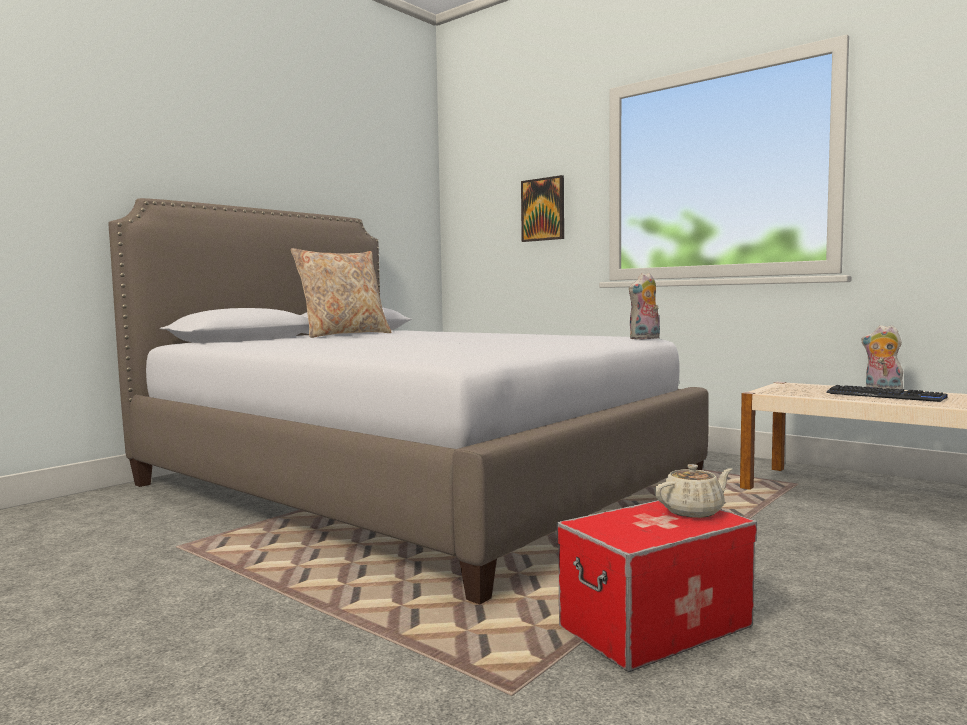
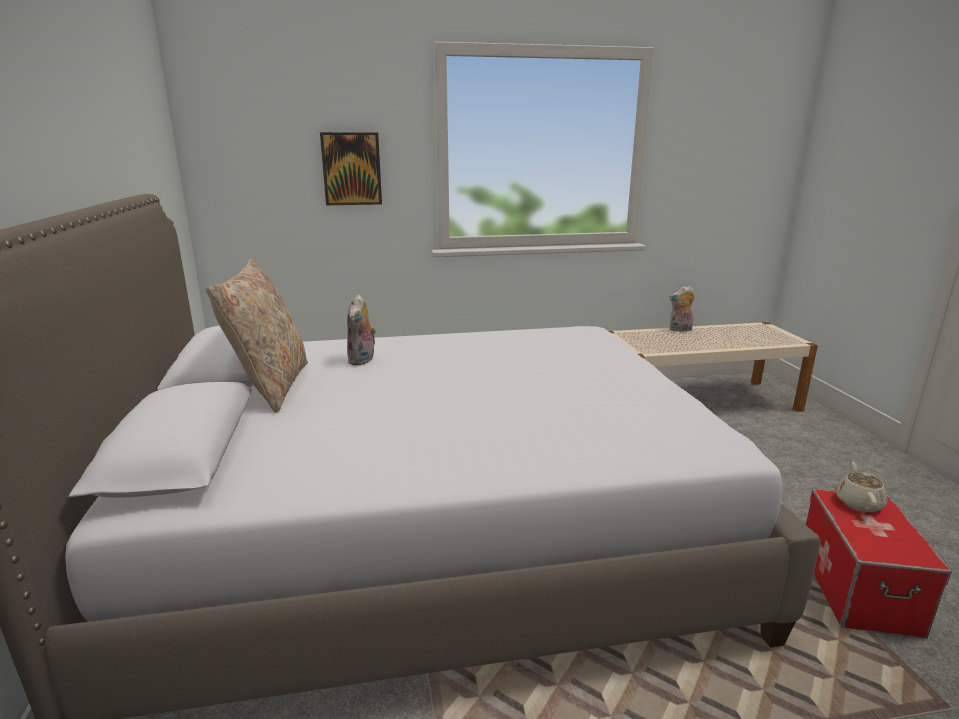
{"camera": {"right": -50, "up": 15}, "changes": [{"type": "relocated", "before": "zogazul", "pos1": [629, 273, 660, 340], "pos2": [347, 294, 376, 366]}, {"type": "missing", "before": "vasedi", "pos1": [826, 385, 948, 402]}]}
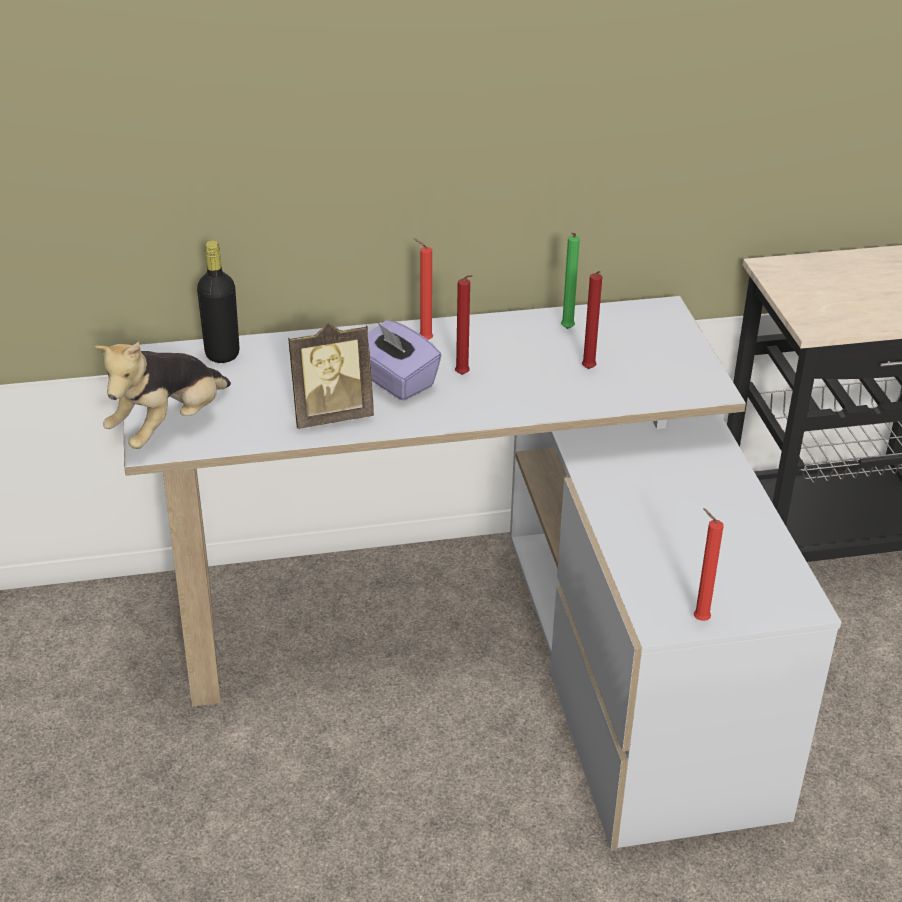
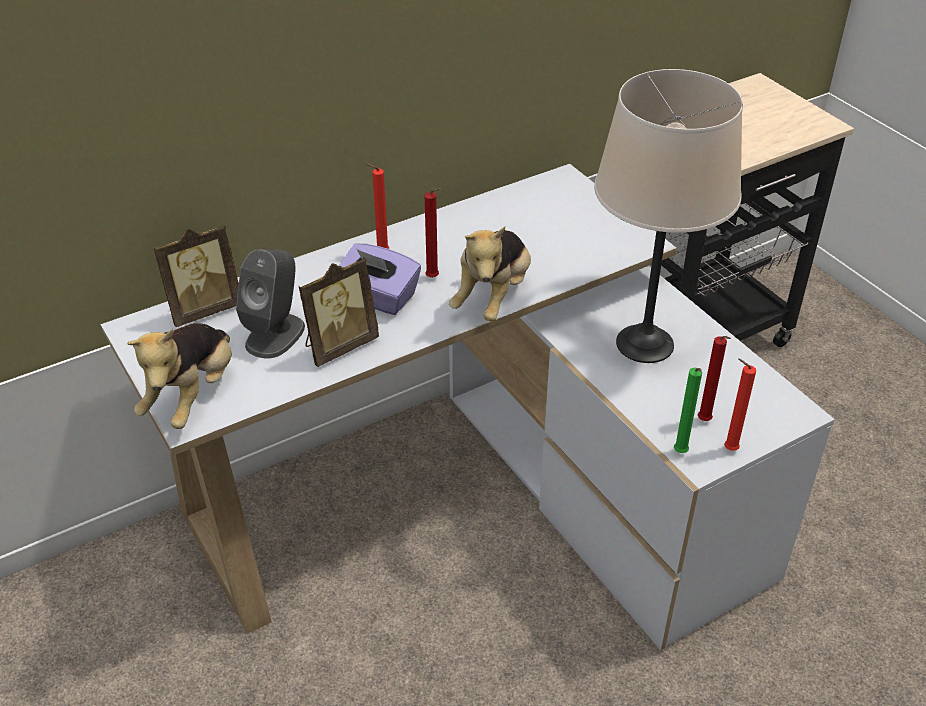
{"camera": {"right": -20, "up": 5}, "changes": [{"type": "exchanged", "before": "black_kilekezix", "after": "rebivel", "pos1": [197, 240, 239, 363], "pos2": [153, 225, 239, 327]}, {"type": "appeared", "after": "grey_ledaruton", "pos2": [236, 249, 305, 359]}, {"type": "appeared", "after": "zogazul", "pos2": [449, 226, 531, 322]}, {"type": "appeared", "after": "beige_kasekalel", "pos2": [594, 69, 743, 363]}, {"type": "relocated", "before": "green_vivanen", "pos1": [561, 232, 580, 329], "pos2": [674, 368, 702, 453]}, {"type": "relocated", "before": "red_vivanen", "pos1": [582, 271, 602, 369], "pos2": [698, 336, 731, 421]}]}
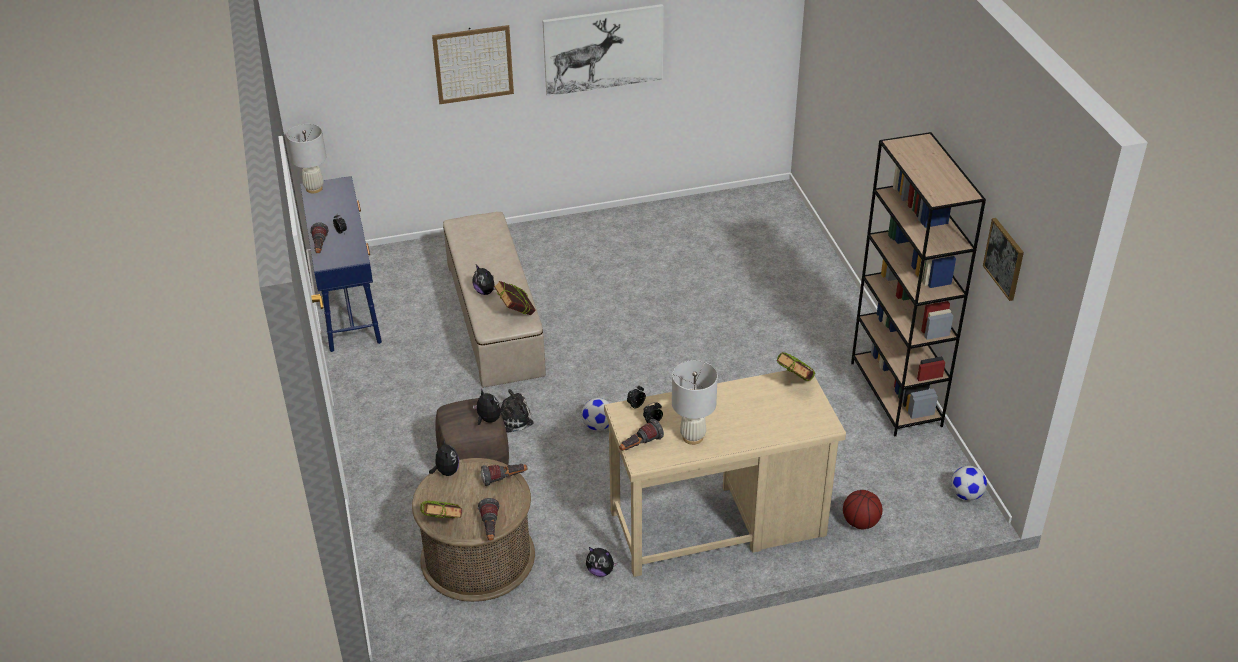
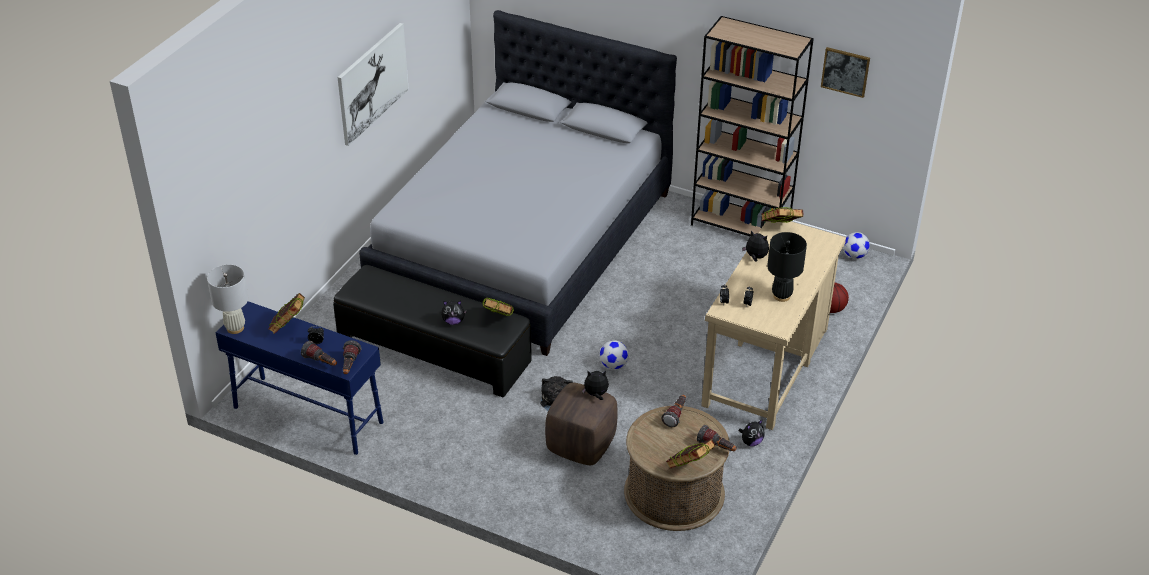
{"camera": {"right": -50, "up": 0}, "changes": [{"type": "appeared", "after": "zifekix", "pos2": [268, 293, 305, 334]}, {"type": "colour", "before": "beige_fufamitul", "after": "black_fufamitul", "pos1": [443, 212, 546, 388], "pos2": [333, 265, 532, 397]}, {"type": "relocated", "before": "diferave", "pos1": [619, 419, 664, 451], "pos2": [342, 340, 361, 374]}, {"type": "appeared", "after": "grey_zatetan", "pos2": [359, 10, 677, 356]}, {"type": "relocated", "before": "zogazul", "pos1": [429, 439, 459, 476], "pos2": [742, 231, 769, 262]}, {"type": "colour", "before": "white_kasekalel", "after": "black_kasekalel", "pos1": [672, 360, 718, 445], "pos2": [767, 232, 807, 302]}, {"type": "missing", "before": "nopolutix", "pos1": [432, 25, 514, 104]}]}
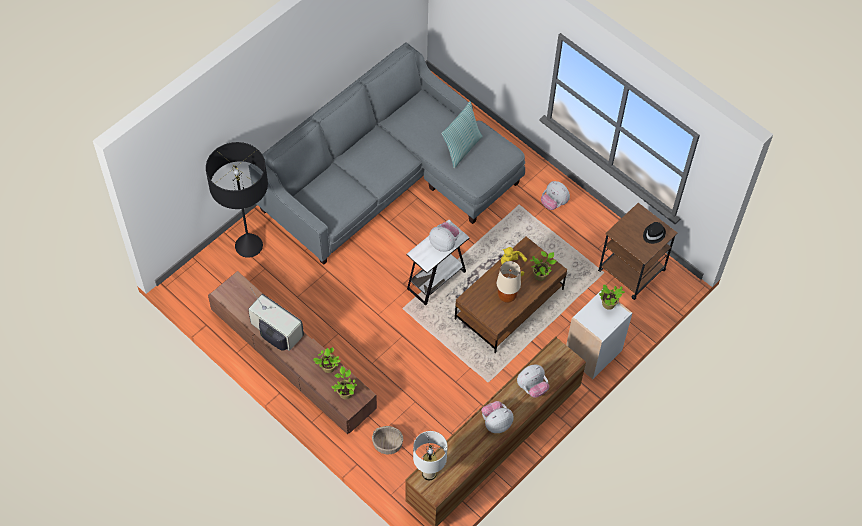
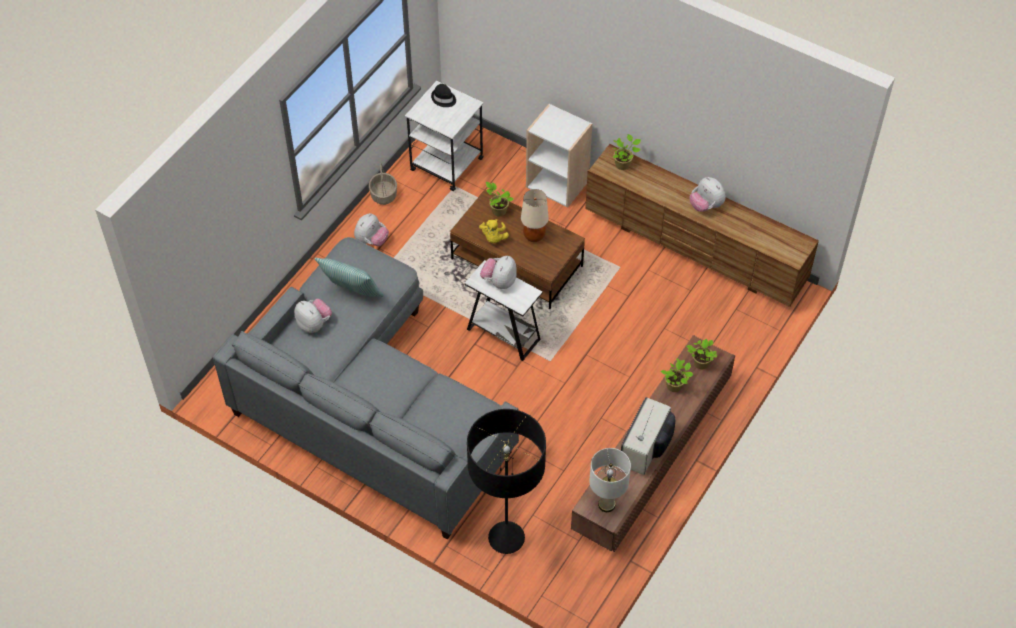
{"camera": {"right": -100, "up": -5}, "changes": [{"type": "relocated", "before": "zogazul", "pos1": [517, 364, 549, 398], "pos2": [294, 299, 332, 333]}, {"type": "relocated", "before": "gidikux", "pos1": [372, 426, 403, 454], "pos2": [369, 163, 397, 205]}, {"type": "colour", "before": "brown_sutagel", "after": "white_sutagel", "pos1": [598, 203, 678, 300], "pos2": [405, 81, 484, 191]}, {"type": "relocated", "before": "white_kasekalel", "pos1": [413, 431, 448, 480], "pos2": [589, 448, 631, 512]}, {"type": "relocated", "before": "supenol", "pos1": [599, 284, 625, 310], "pos2": [613, 134, 641, 170]}]}
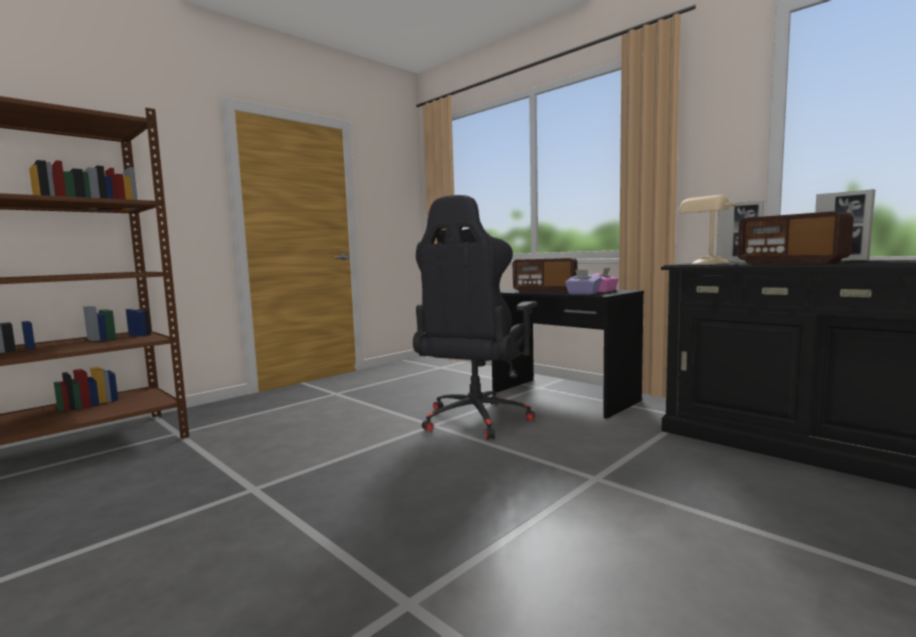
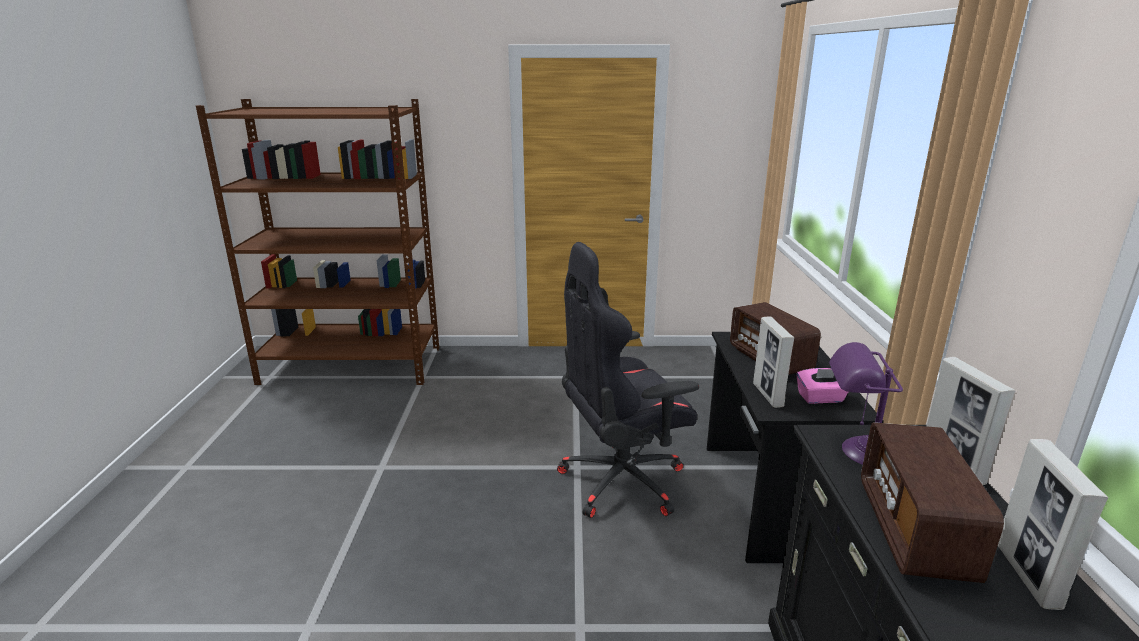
{"camera": {"right": 45, "up": 15}, "changes": [{"type": "exchanged", "before": "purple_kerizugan", "after": "rebivel", "pos1": [565, 270, 601, 295], "pos2": [753, 317, 794, 408]}, {"type": "colour", "before": "beige_kasekalel", "after": "purple_kasekalel", "pos1": [678, 195, 738, 264], "pos2": [829, 342, 903, 465]}]}
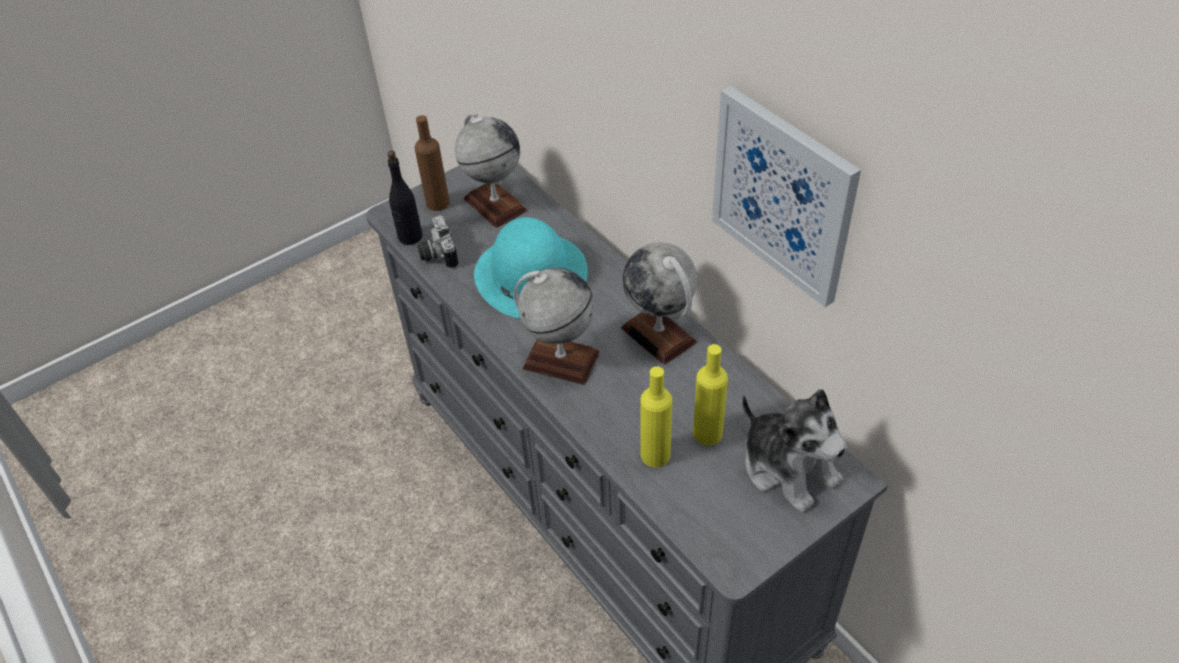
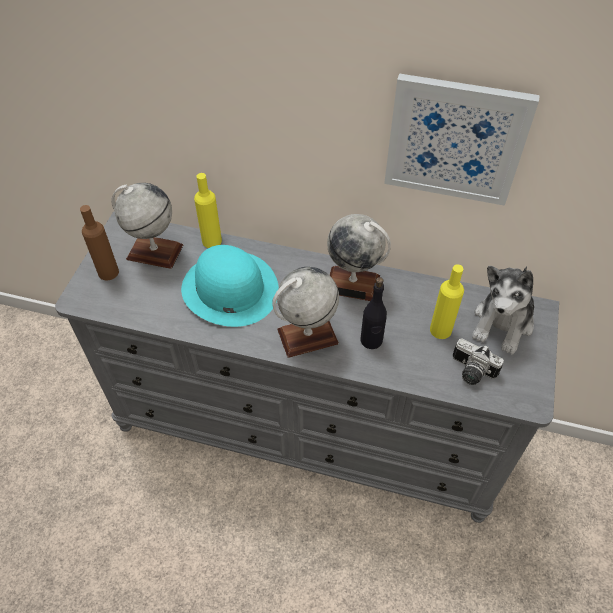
{"camera": {"right": -40, "up": 5}, "changes": [{"type": "relocated", "before": "yellow_kilekezix", "pos1": [640, 366, 672, 467], "pos2": [194, 173, 222, 248]}, {"type": "relocated", "before": "black_kilekezix", "pos1": [387, 151, 422, 245], "pos2": [361, 277, 387, 349]}, {"type": "relocated", "before": "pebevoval", "pos1": [417, 215, 459, 269], "pos2": [453, 339, 504, 385]}, {"type": "spun", "before": "zogazul", "pos1": [742, 389, 847, 513], "pos2": [472, 266, 534, 355], "turn": 105}]}
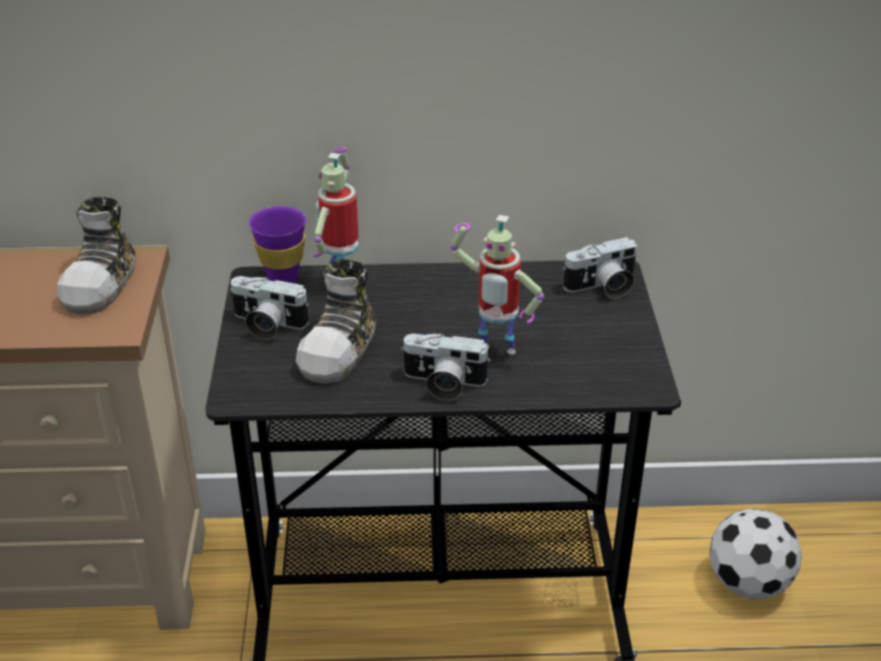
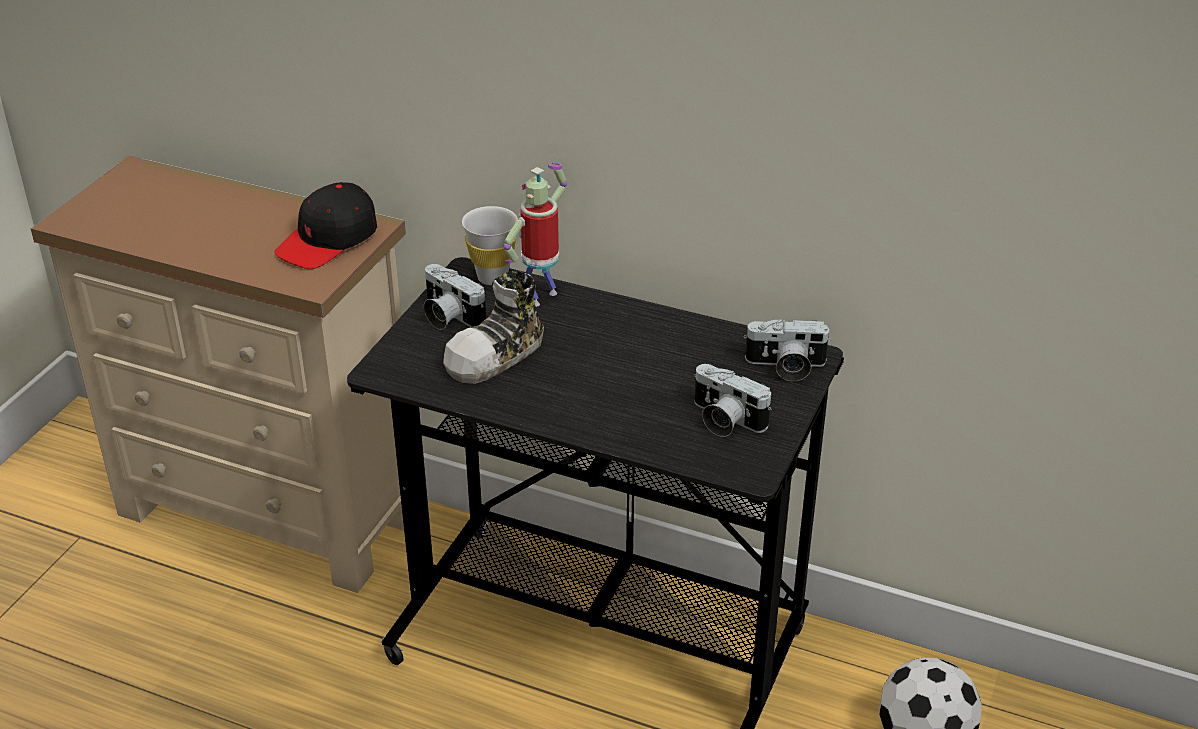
{"camera": {"right": 25, "up": 0}, "changes": [{"type": "exchanged", "before": "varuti", "after": "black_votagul", "pos1": [57, 197, 136, 315], "pos2": [274, 182, 377, 269]}, {"type": "colour", "before": "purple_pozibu", "after": "white_pozibu", "pos1": [249, 206, 306, 283], "pos2": [462, 206, 518, 285]}, {"type": "relocated", "before": "pebevoval", "pos1": [401, 333, 491, 400], "pos2": [694, 364, 771, 437]}, {"type": "missing", "before": "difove", "pos1": [450, 215, 544, 355]}]}
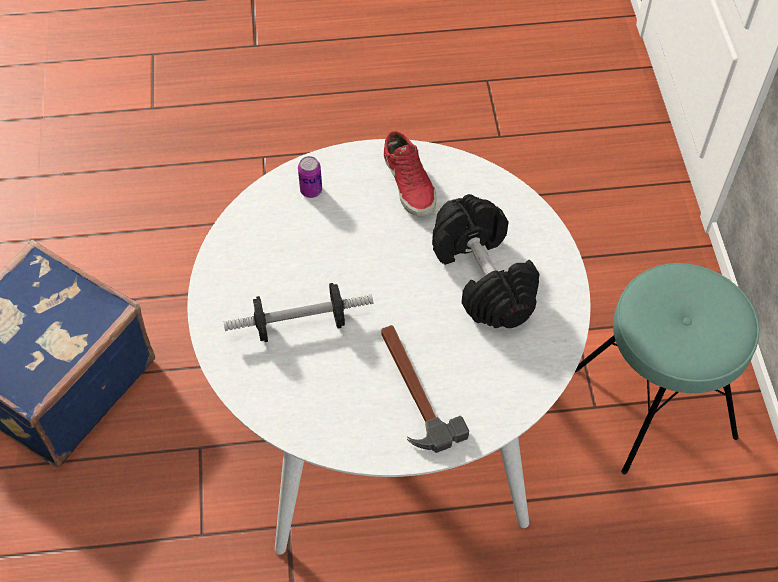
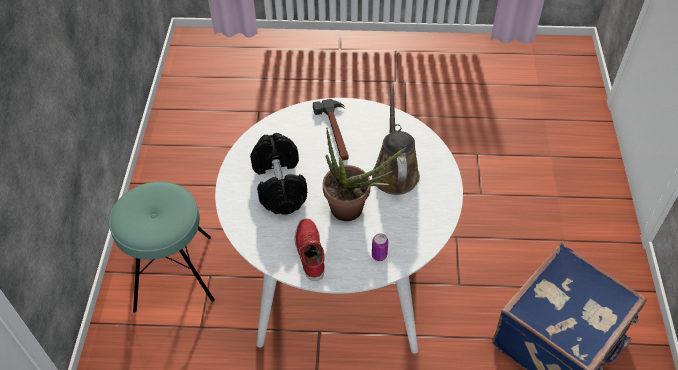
{"camera": {"right": -170, "up": -5}, "changes": [{"type": "appeared", "after": "supenol", "pos2": [323, 128, 407, 221]}, {"type": "exchanged", "before": "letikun", "after": "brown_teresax", "pos1": [223, 283, 373, 342], "pos2": [372, 84, 420, 195]}]}
